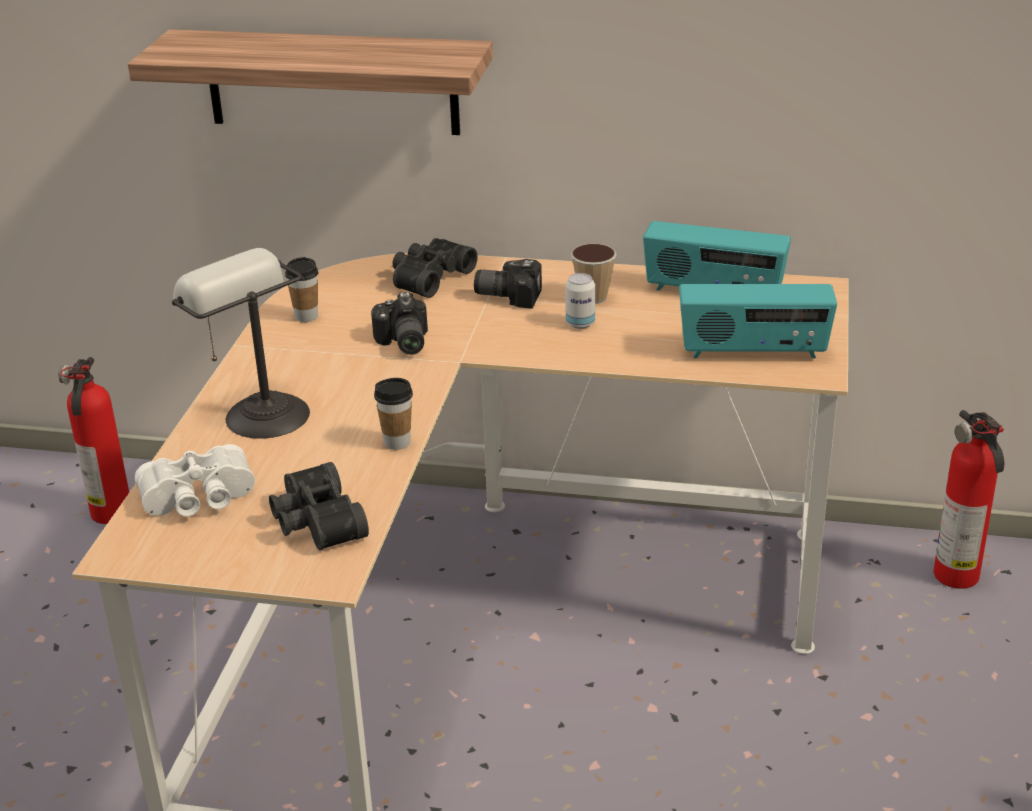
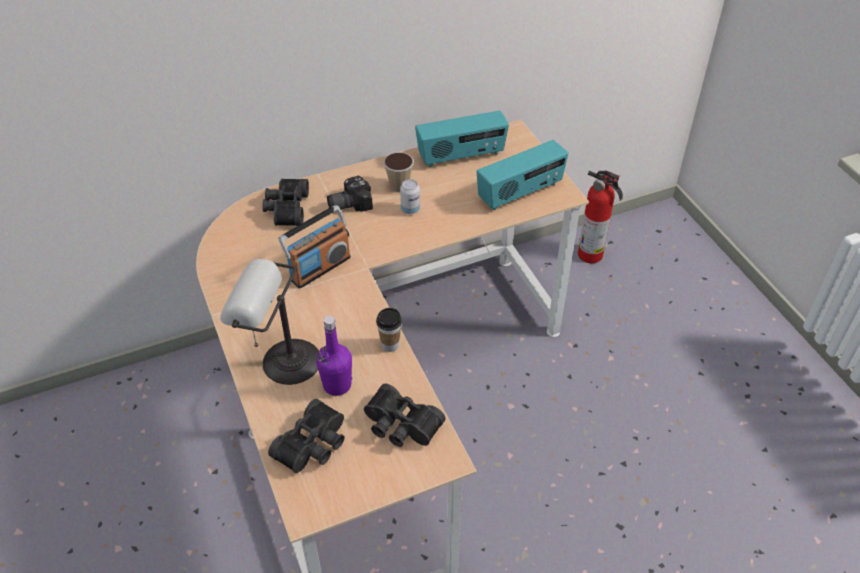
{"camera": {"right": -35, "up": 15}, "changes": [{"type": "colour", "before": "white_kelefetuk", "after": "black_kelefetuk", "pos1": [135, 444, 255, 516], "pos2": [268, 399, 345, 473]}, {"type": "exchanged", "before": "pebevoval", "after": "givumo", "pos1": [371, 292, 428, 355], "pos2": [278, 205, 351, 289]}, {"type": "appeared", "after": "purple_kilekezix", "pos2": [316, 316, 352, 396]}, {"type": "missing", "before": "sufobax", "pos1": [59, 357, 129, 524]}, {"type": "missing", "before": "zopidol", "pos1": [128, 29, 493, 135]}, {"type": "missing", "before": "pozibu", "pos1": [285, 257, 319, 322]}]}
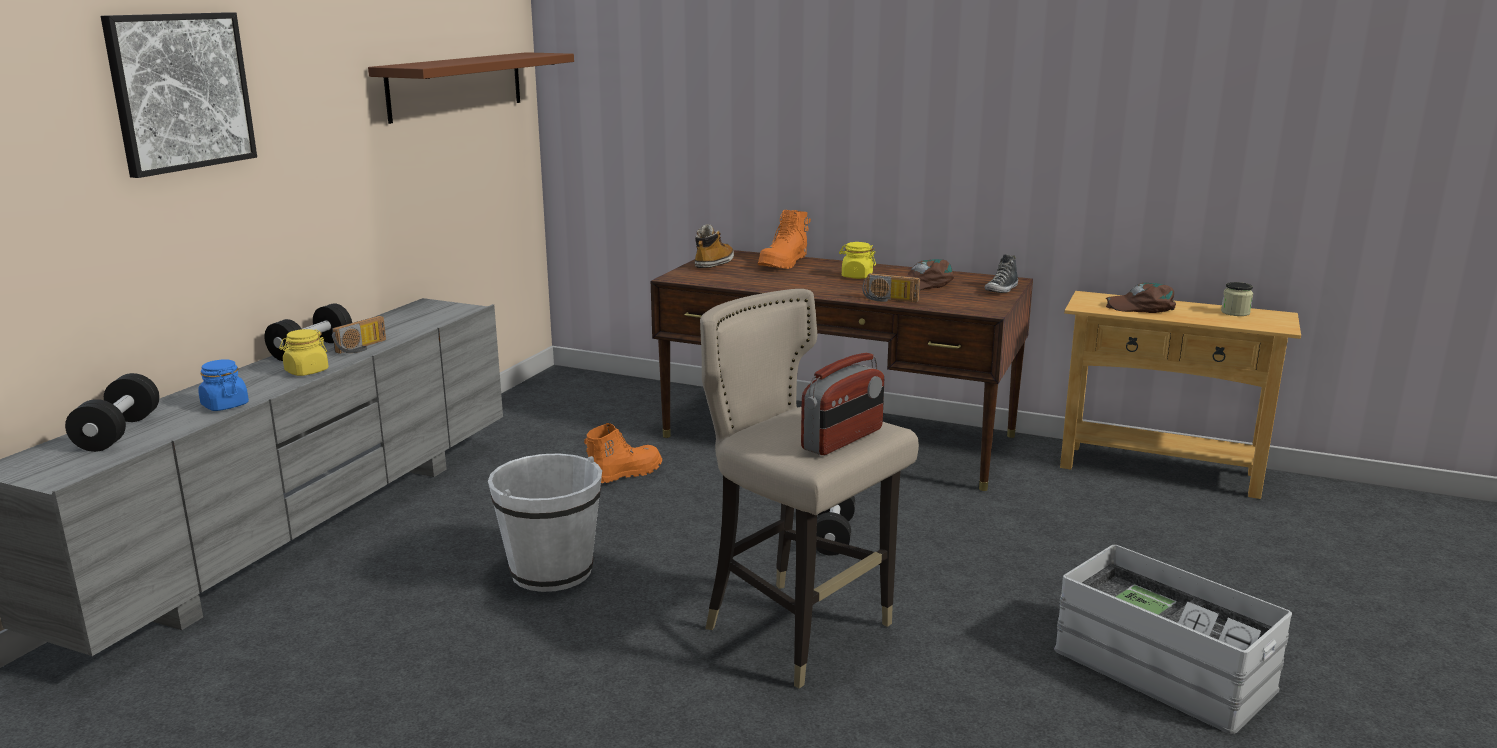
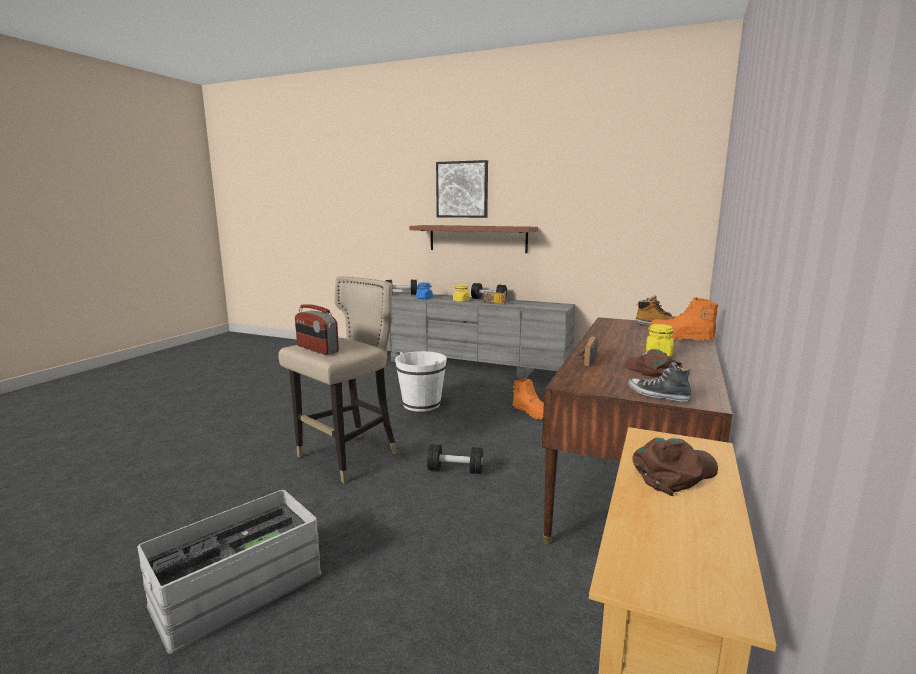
{"camera": {"right": 90, "up": -5}, "changes": [{"type": "relocated", "before": "brown_zopidol", "pos1": [368, 52, 574, 124], "pos2": [409, 225, 538, 253]}, {"type": "spun", "before": "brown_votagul", "pos1": [1106, 283, 1176, 313], "pos2": [632, 438, 718, 496], "turn": 45}, {"type": "missing", "before": "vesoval", "pos1": [1221, 282, 1253, 316]}]}
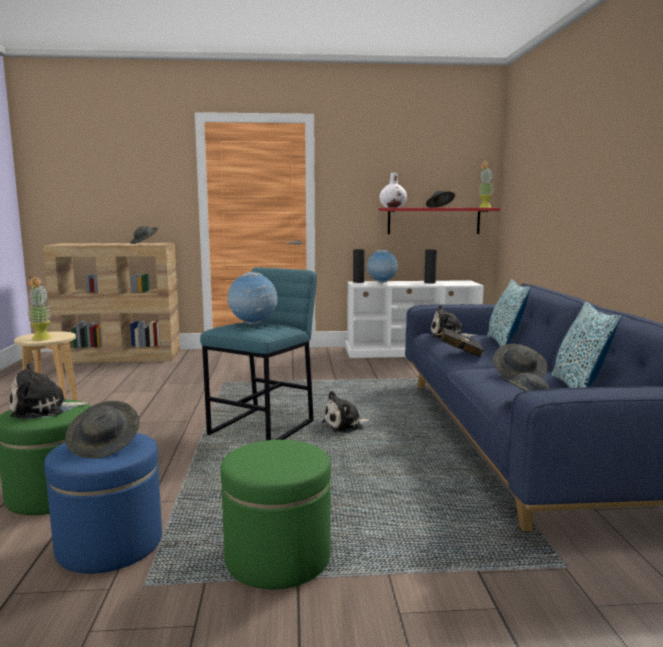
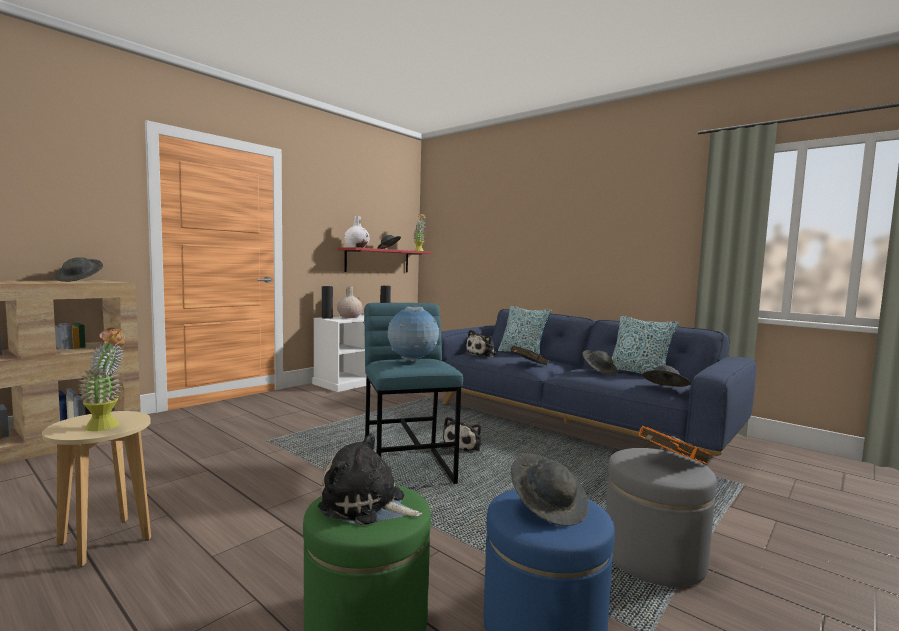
{"camera": {"right": -45, "up": -5}, "changes": [{"type": "spun", "before": "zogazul", "pos1": [10, 363, 88, 419], "pos2": [318, 433, 422, 525], "turn": 90}, {"type": "exchanged", "before": "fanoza", "after": "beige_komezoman", "pos1": [367, 250, 398, 283], "pos2": [337, 286, 363, 318]}, {"type": "colour", "before": "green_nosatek", "after": "grey_nosatek", "pos1": [220, 440, 331, 589], "pos2": [606, 448, 717, 587]}, {"type": "appeared", "after": "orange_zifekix", "pos2": [639, 426, 711, 464]}]}
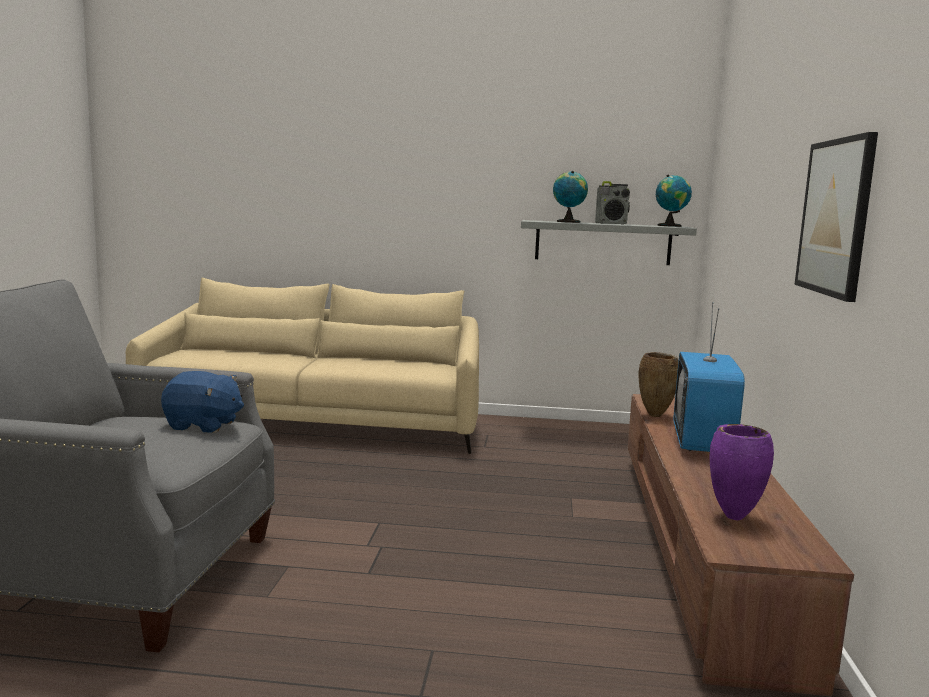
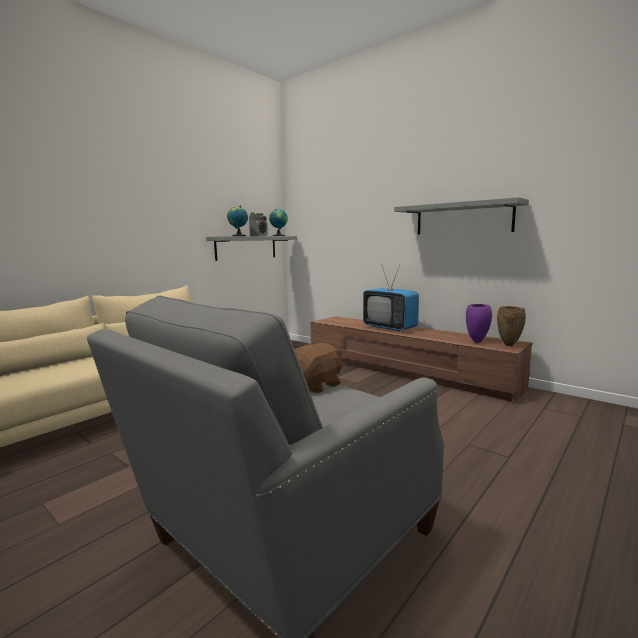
{"camera": {"right": -55, "up": 0}, "changes": [{"type": "colour", "before": "blue_zogazul", "after": "brown_zogazul", "pos1": [161, 371, 244, 433], "pos2": [295, 343, 344, 393]}, {"type": "exchanged", "before": "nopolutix", "after": "grey_zopidol", "pos1": [794, 132, 878, 302], "pos2": [394, 197, 529, 235]}, {"type": "relocated", "before": "brown_komezoman", "pos1": [639, 352, 679, 417], "pos2": [497, 306, 526, 346]}]}
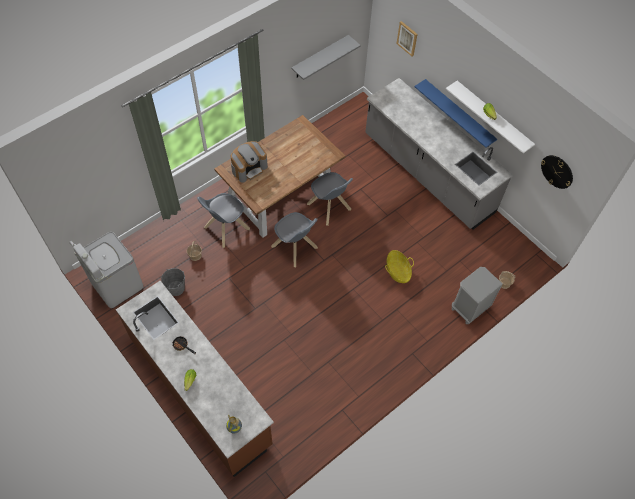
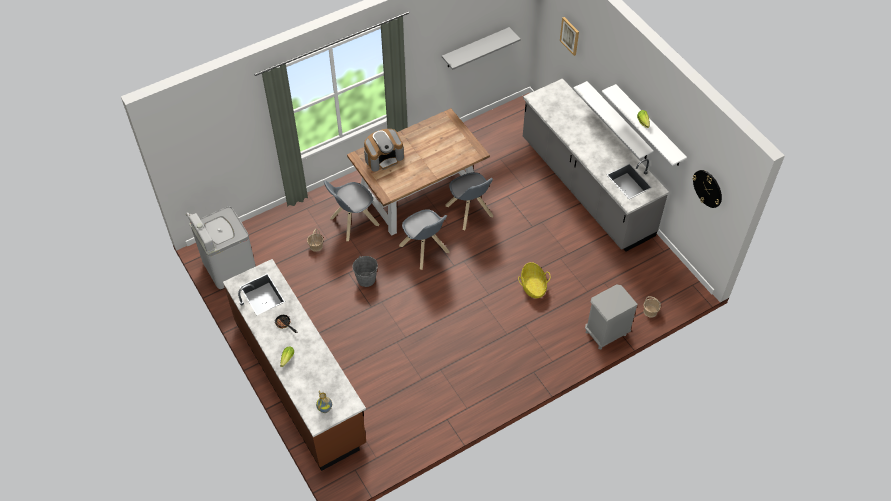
{"camera": {"right": 10, "up": -5}, "changes": [{"type": "relocated", "before": "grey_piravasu", "pos1": [161, 268, 185, 296], "pos2": [352, 256, 378, 287]}, {"type": "colour", "before": "blue_zopidol", "after": "white_zopidol", "pos1": [414, 79, 497, 148], "pos2": [574, 81, 654, 159]}]}
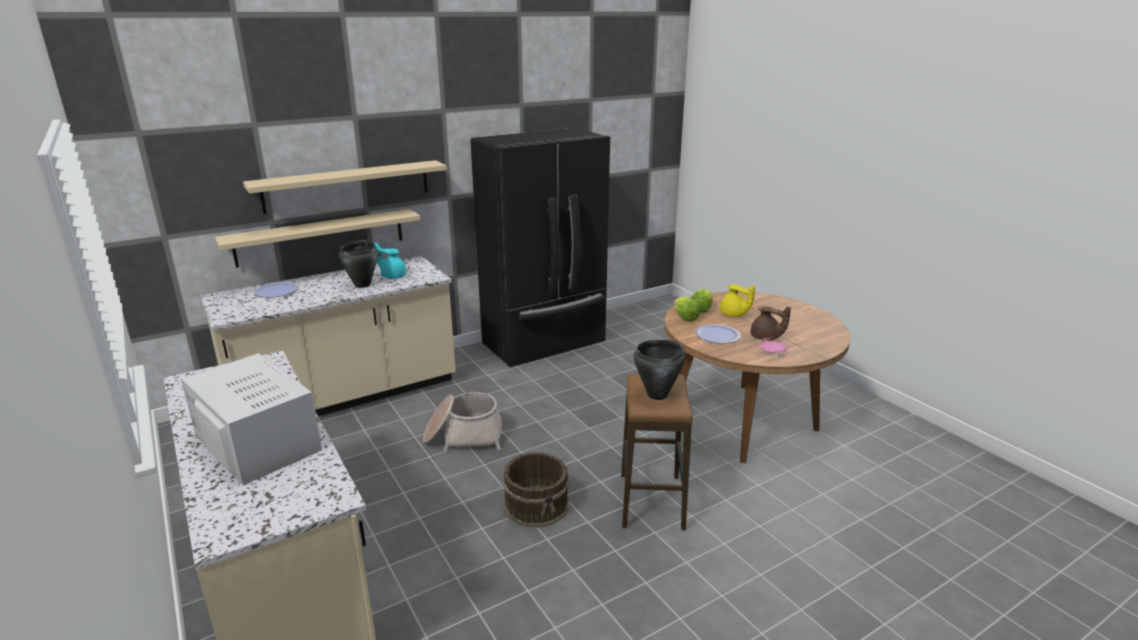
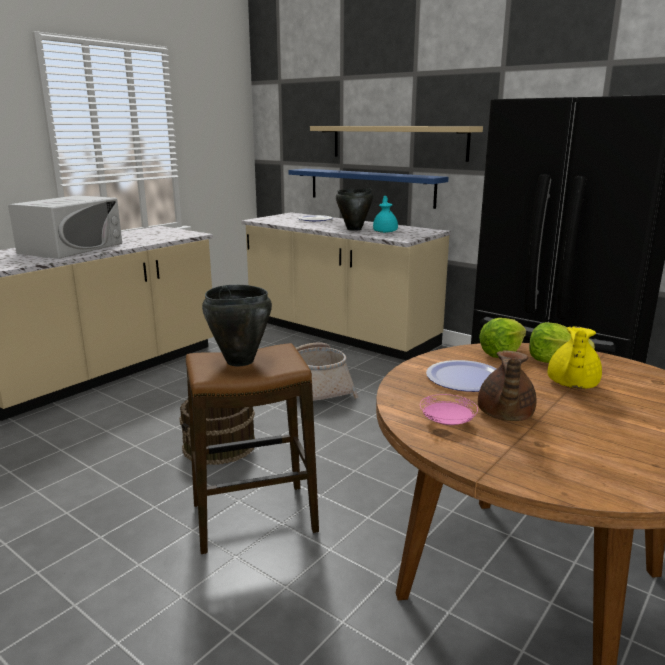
{"camera": {"right": 70, "up": -5}, "changes": [{"type": "colour", "before": "beige_zopidol", "after": "blue_zopidol", "pos1": [215, 209, 420, 268], "pos2": [289, 169, 449, 209]}]}
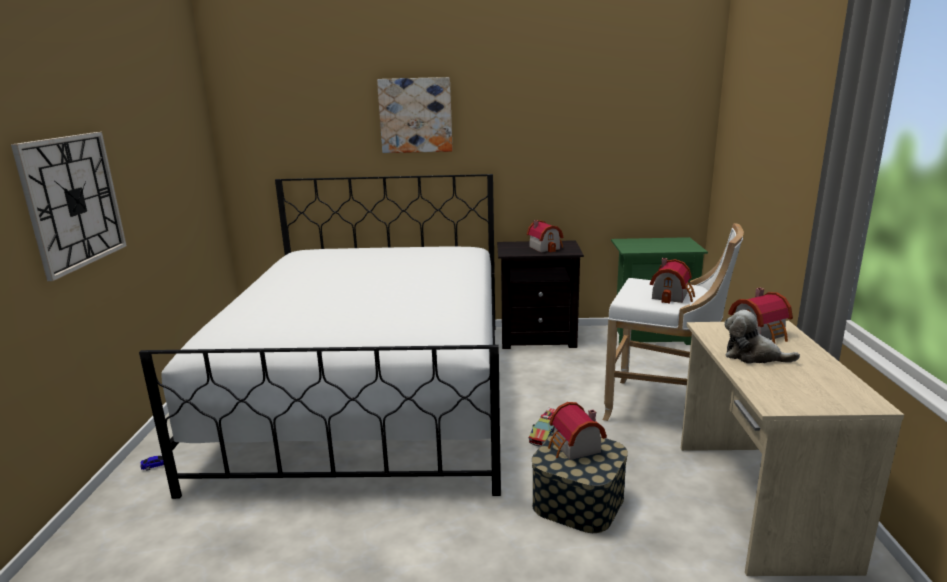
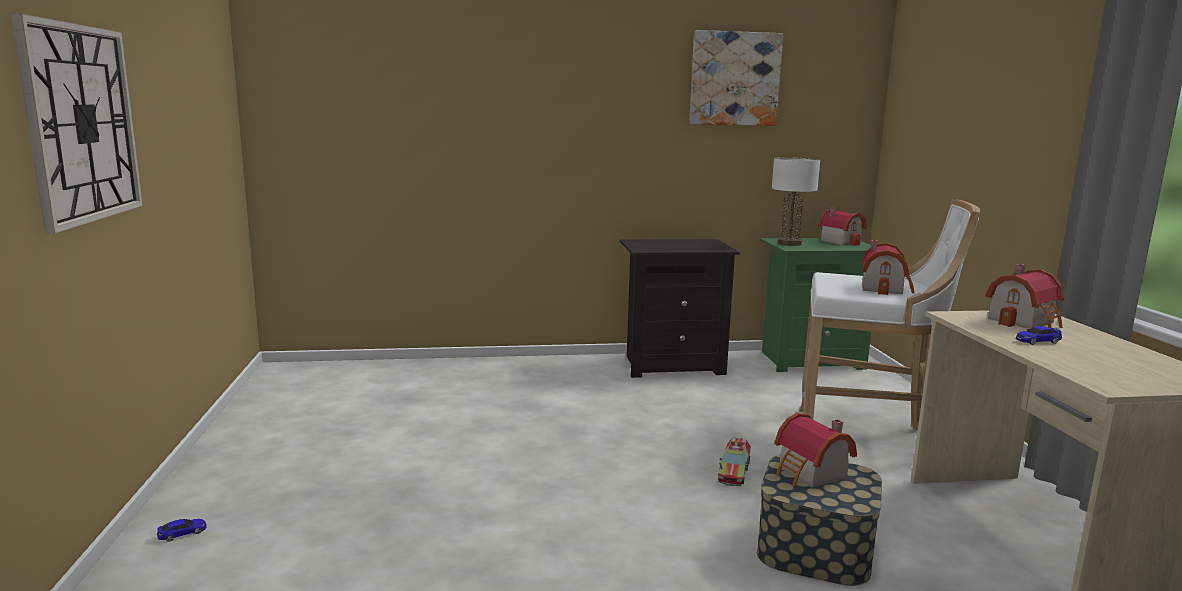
{"camera": {"right": -10, "up": -5}, "changes": [{"type": "relocated", "before": "nopolutix", "pos1": [377, 77, 453, 153], "pos2": [689, 30, 783, 126]}, {"type": "appeared", "after": "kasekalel", "pos2": [772, 157, 820, 246]}, {"type": "relocated", "before": "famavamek", "pos1": [527, 220, 563, 252], "pos2": [818, 207, 867, 246]}, {"type": "exchanged", "before": "zogazul", "after": "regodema", "pos1": [725, 310, 800, 364], "pos2": [1016, 326, 1062, 345]}, {"type": "missing", "before": "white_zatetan", "pos1": [139, 174, 501, 499]}]}
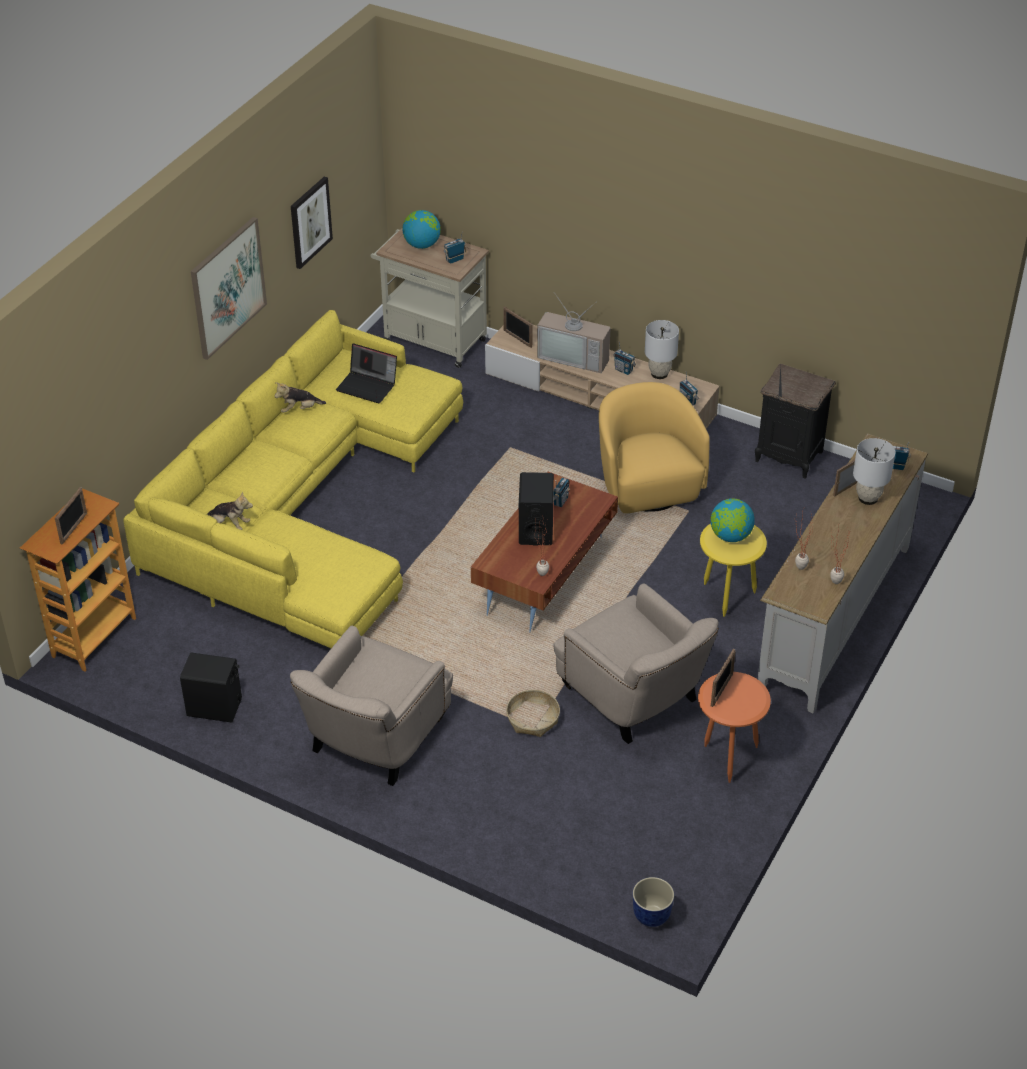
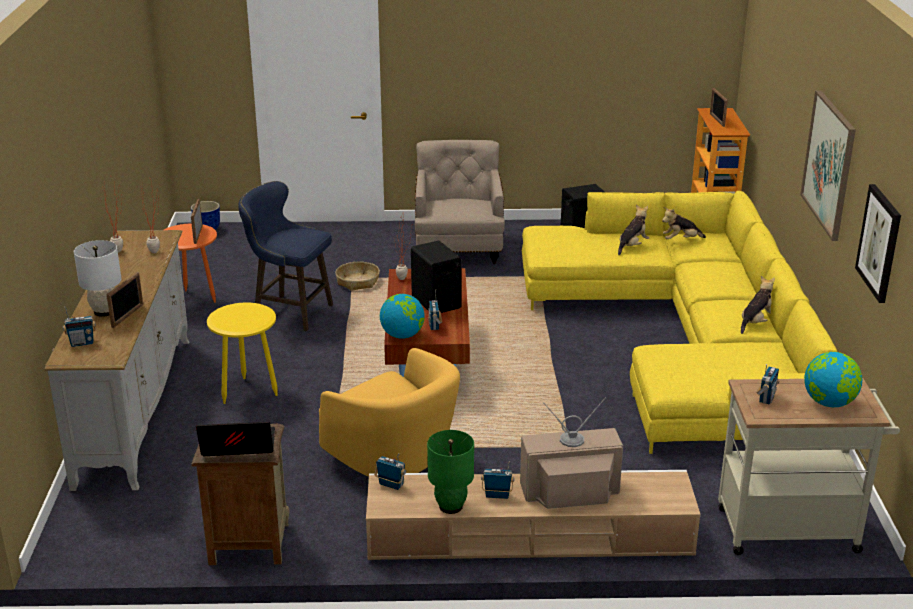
{"camera": {"right": 150, "up": -15}, "changes": [{"type": "colour", "before": "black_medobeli", "after": "beige_medobeli", "pos1": [755, 364, 836, 479], "pos2": [191, 424, 289, 565]}, {"type": "relocated", "before": "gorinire", "pos1": [336, 343, 397, 403], "pos2": [196, 422, 275, 456]}, {"type": "exchanged", "before": "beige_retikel", "after": "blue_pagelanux", "pos1": [553, 583, 719, 744], "pos2": [238, 181, 333, 331]}, {"type": "relocated", "before": "fanoza", "pos1": [711, 498, 755, 542], "pos2": [380, 294, 425, 339]}, {"type": "colour", "before": "white_kasekalel", "after": "green_kasekalel", "pos1": [645, 320, 679, 379], "pos2": [427, 430, 474, 514]}, {"type": "appeared", "after": "zogazul", "pos2": [618, 205, 649, 255]}, {"type": "missing", "before": "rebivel", "pos1": [503, 307, 532, 348]}]}
